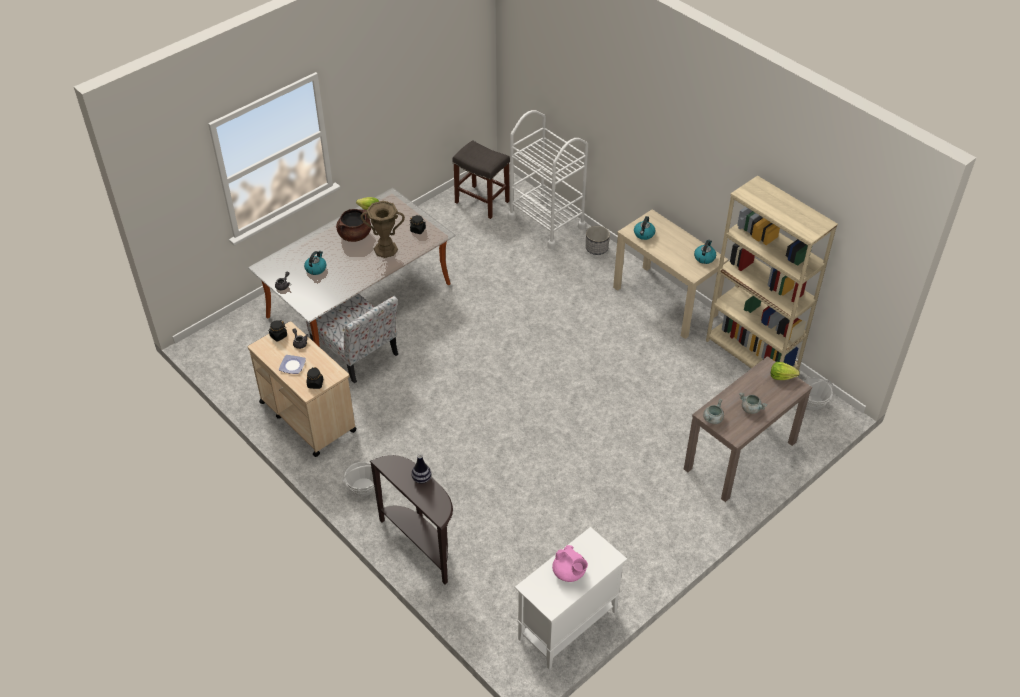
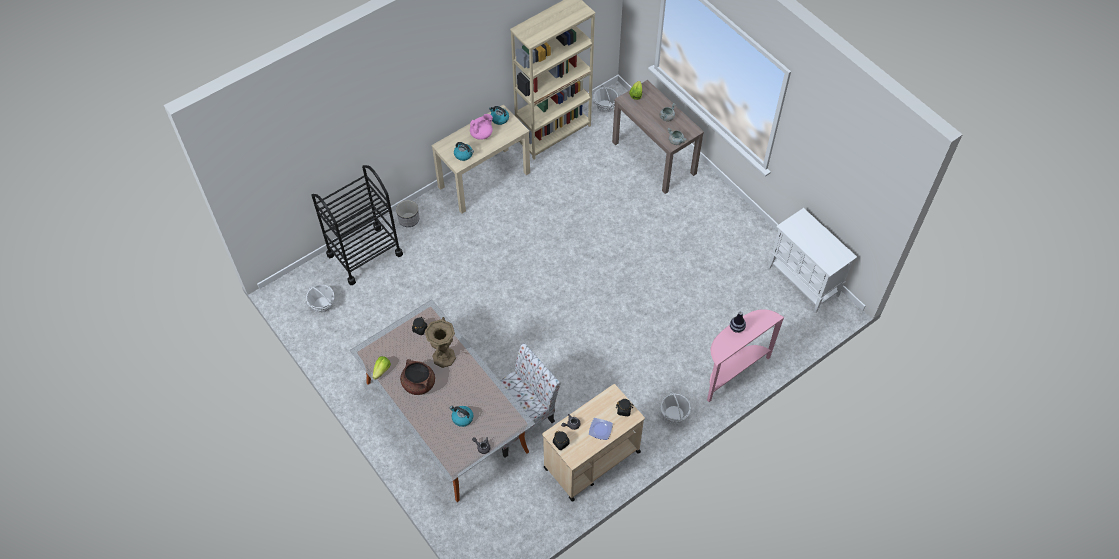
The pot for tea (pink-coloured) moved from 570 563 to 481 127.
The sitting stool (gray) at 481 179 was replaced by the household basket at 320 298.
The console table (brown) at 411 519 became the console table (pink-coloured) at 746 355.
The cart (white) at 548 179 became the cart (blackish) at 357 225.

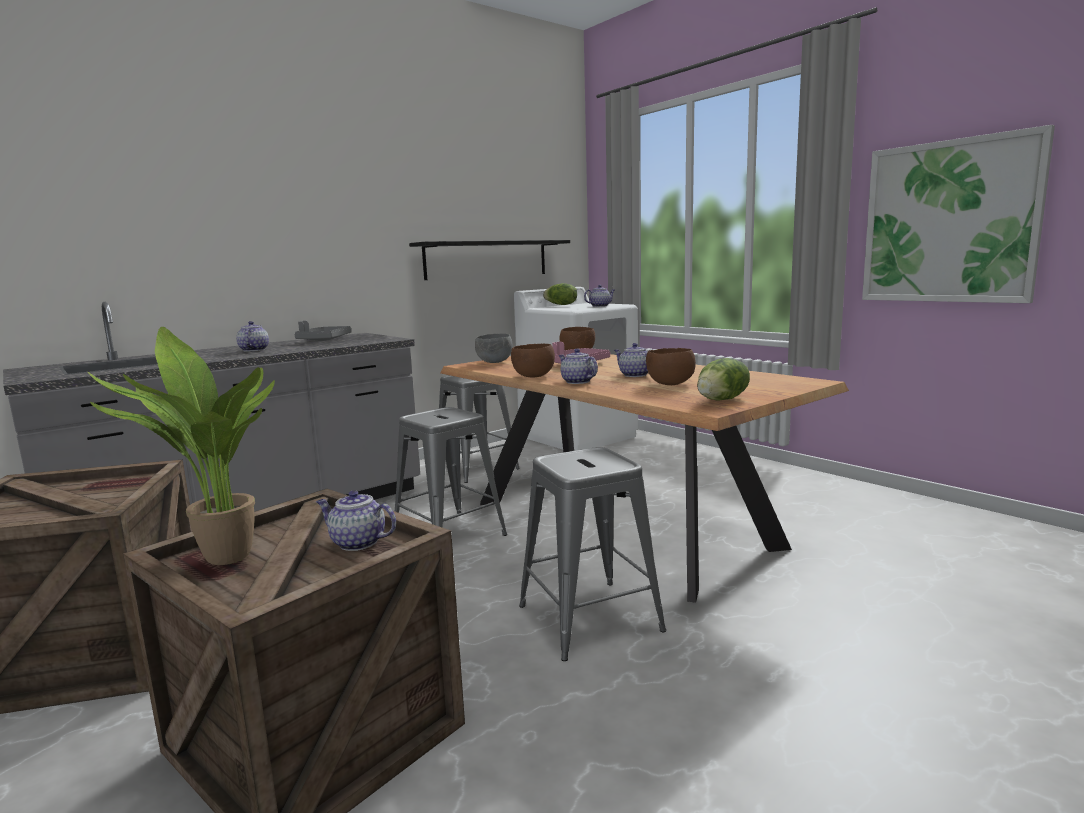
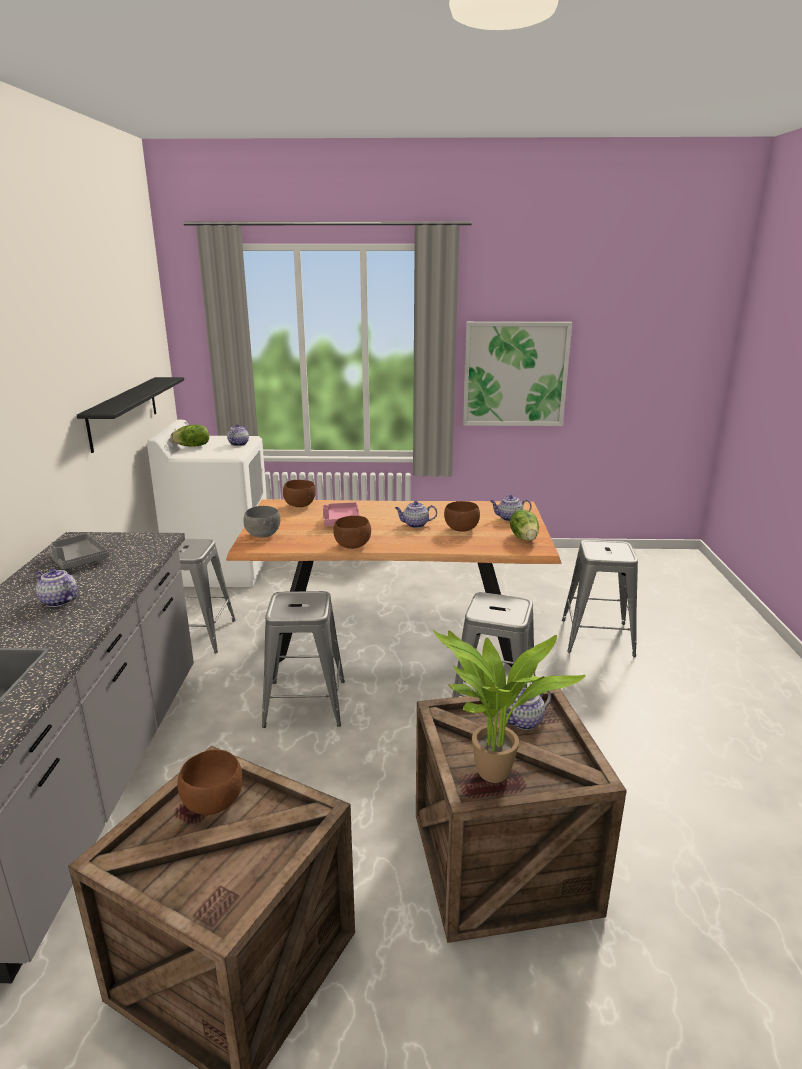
The bowl (brown) at 209 782 appeared.
The sitting stool (gray) at 600 598 appeared.
The pot for tea moved from 578 366 to 511 508.

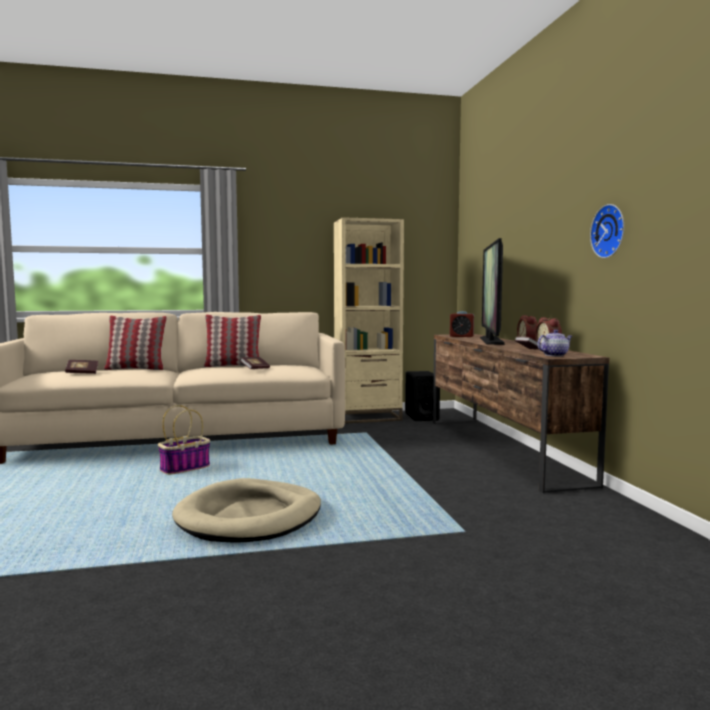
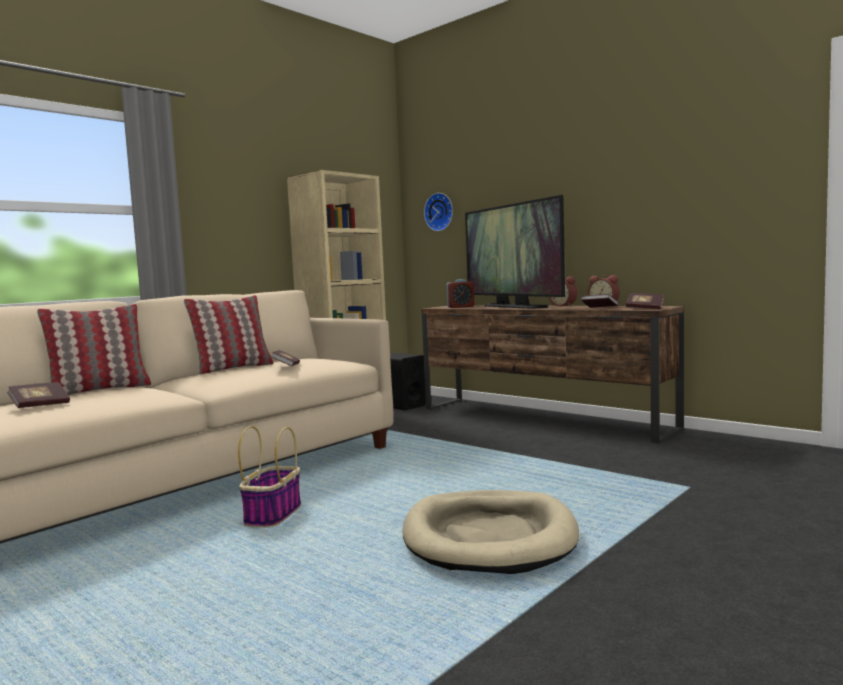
The wall clock moved from 607 231 to 438 212.
The pot for tea at 554 343 was replaced by the volume at 645 301.

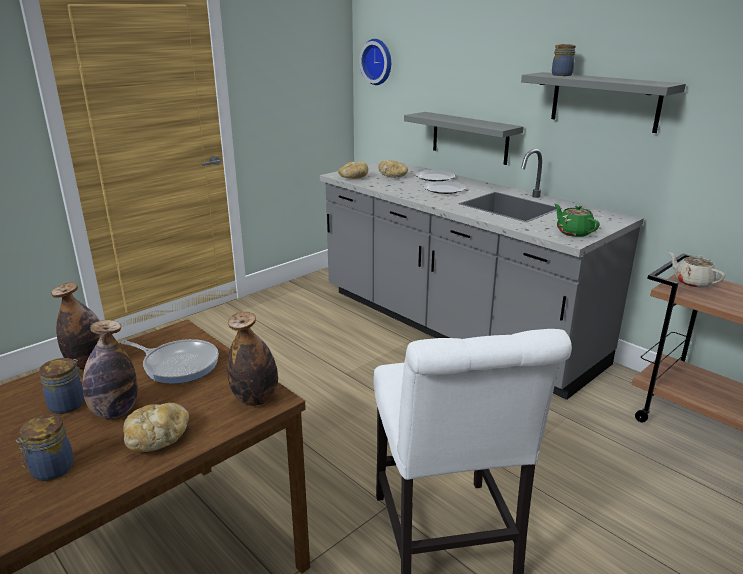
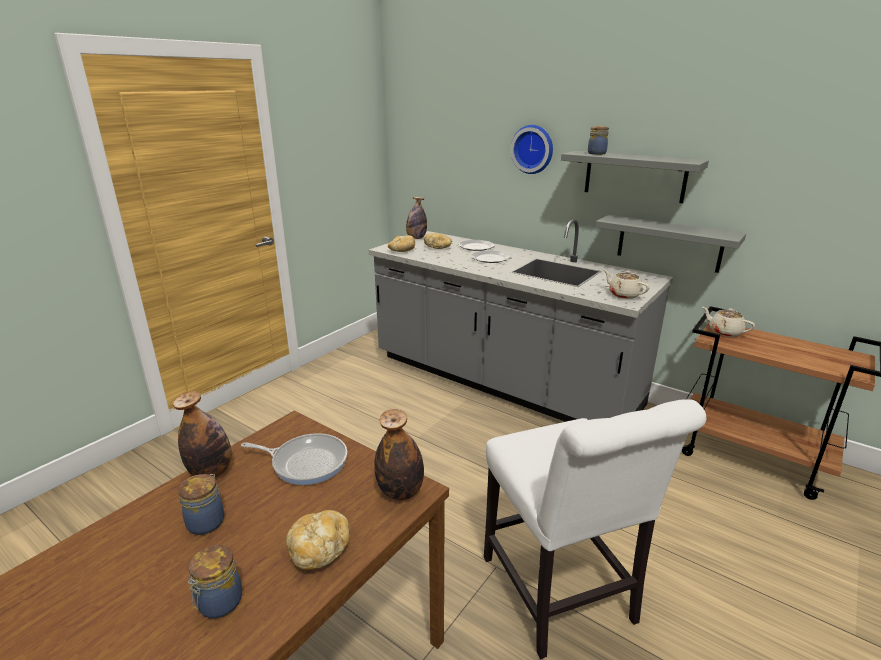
The bottle moved from 110 369 to 416 218.
The wall clock moved from 375 62 to 532 149.
The bracket shelf (gray) moved from 464 138 to 671 244.
The pot for tea (greenish) at 577 220 became the pot for tea (beige) at 627 284.

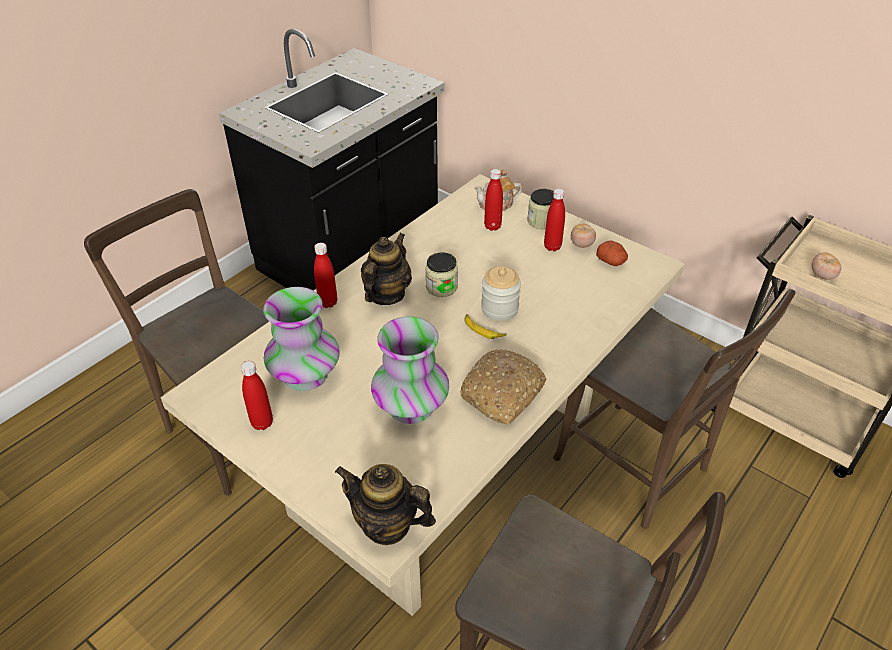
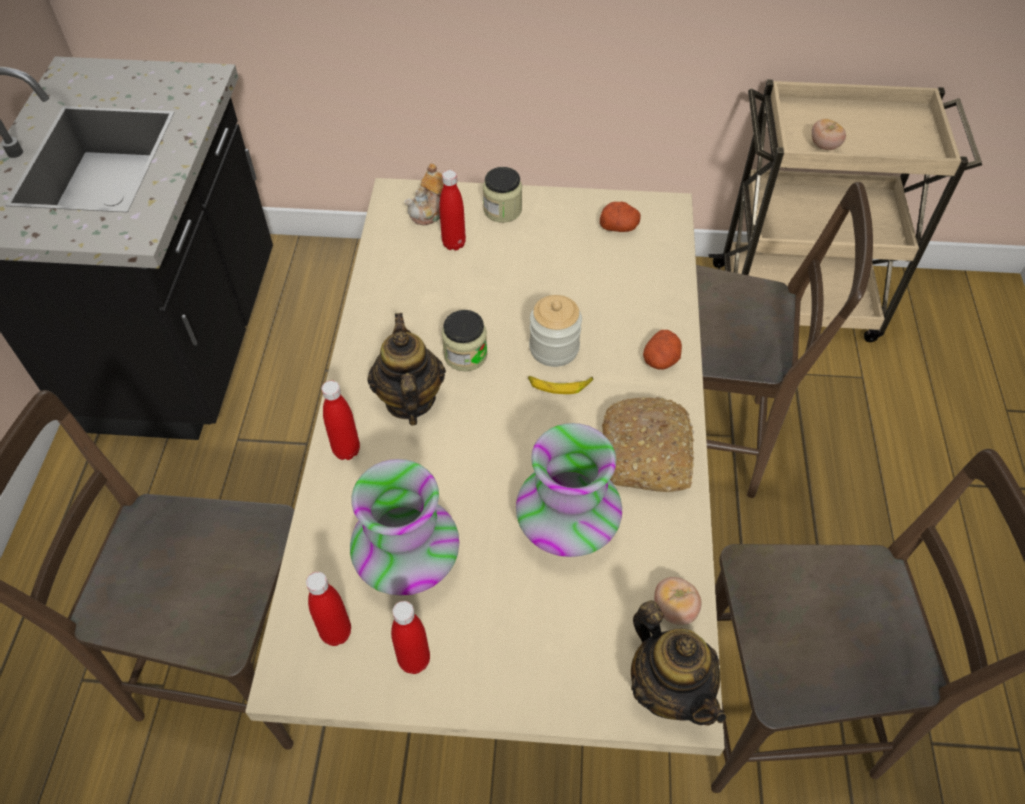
The spud at 662 350 appeared.
The bottle (red) moved from 554 219 to 328 609.
The whole tomato moved from 583 236 to 678 601.
The pot for tea at 385 504 turned 105 degrees counterclockwise.

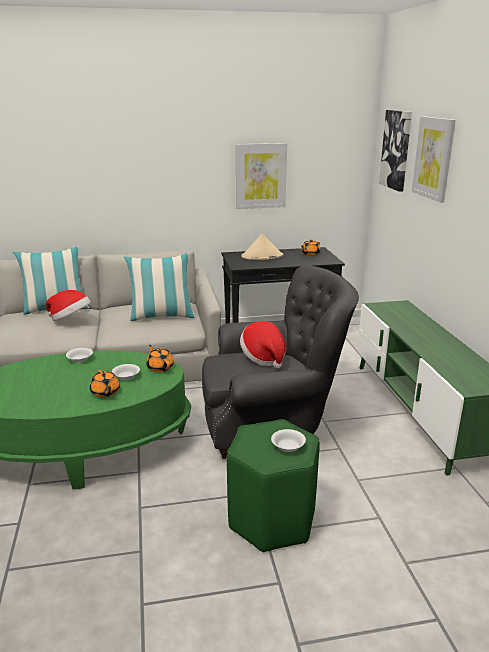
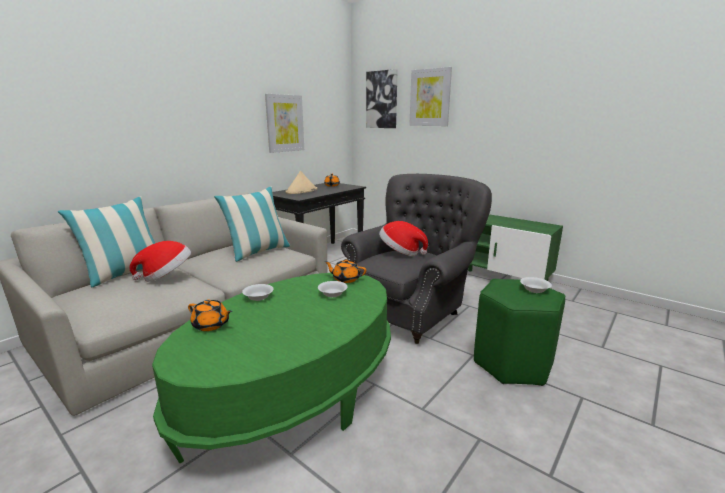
The pot for tea (orange-coloured) moved from 105 383 to 210 315.

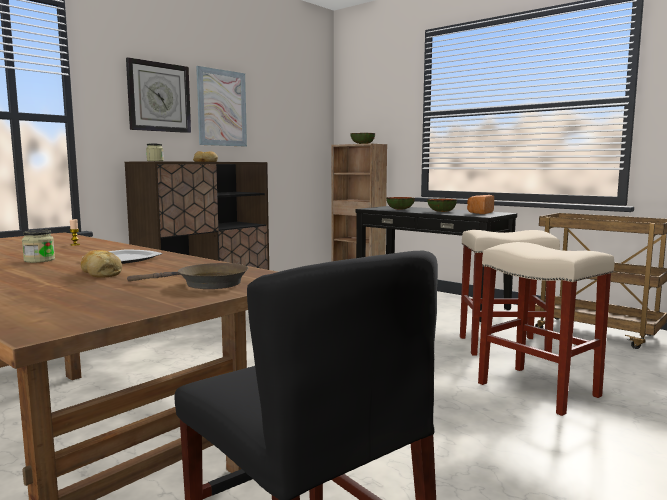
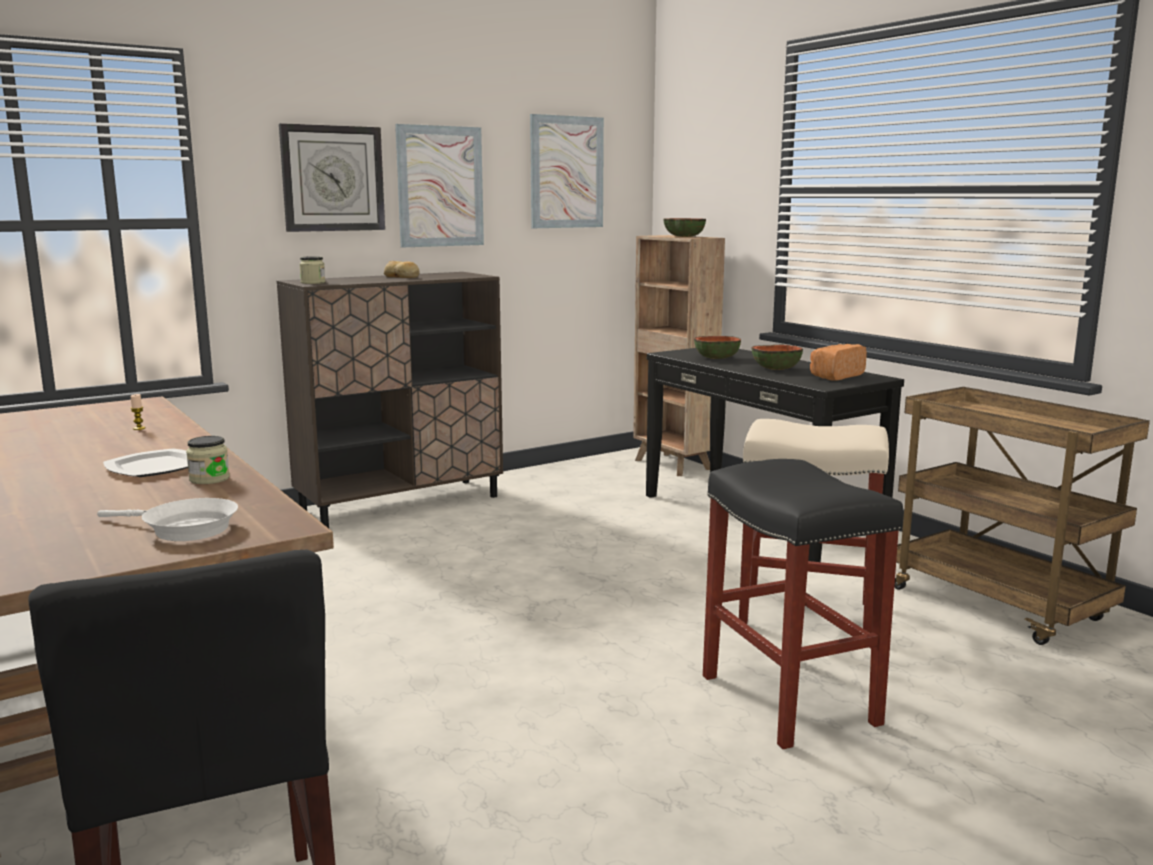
The bread at 101 264 disappeared.
The wall picture at 567 171 appeared.
The storage jar moved from 38 246 to 208 460.
The pan (brown) at 187 276 became the pan (white) at 167 519.
The sitting stool (beige) at 546 329 became the sitting stool (blackish) at 803 604.

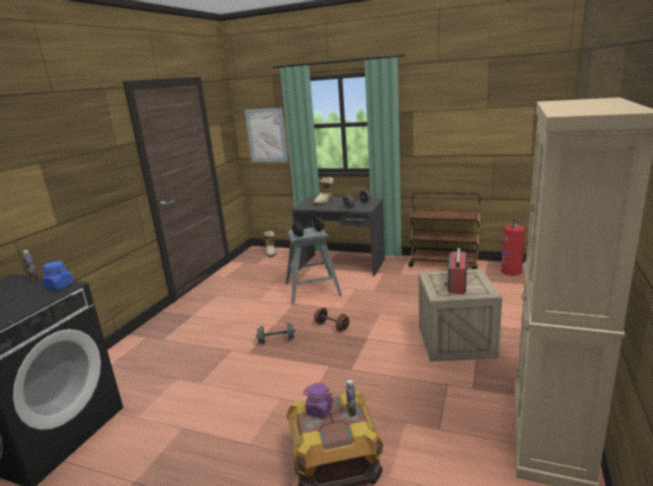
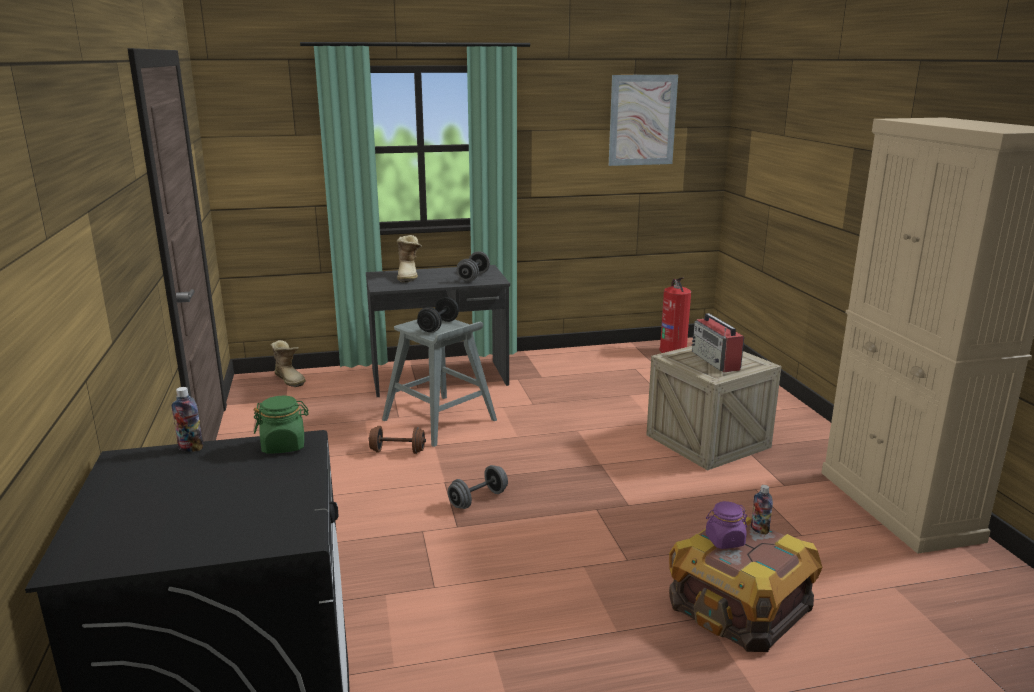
The cart (brown) at 444 230 disappeared.
The wall picture moved from 266 135 to 643 120.
The hand weight (brown) moved from 331 319 to 397 440.
The storage jar (bluish) at 58 275 became the storage jar (greenish) at 281 424.

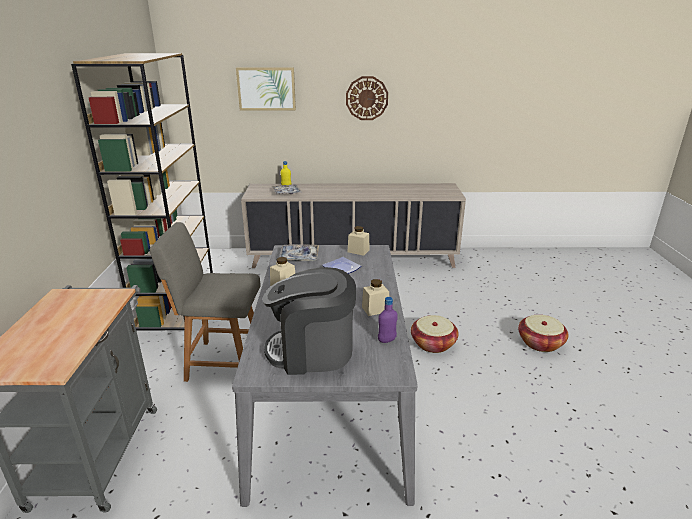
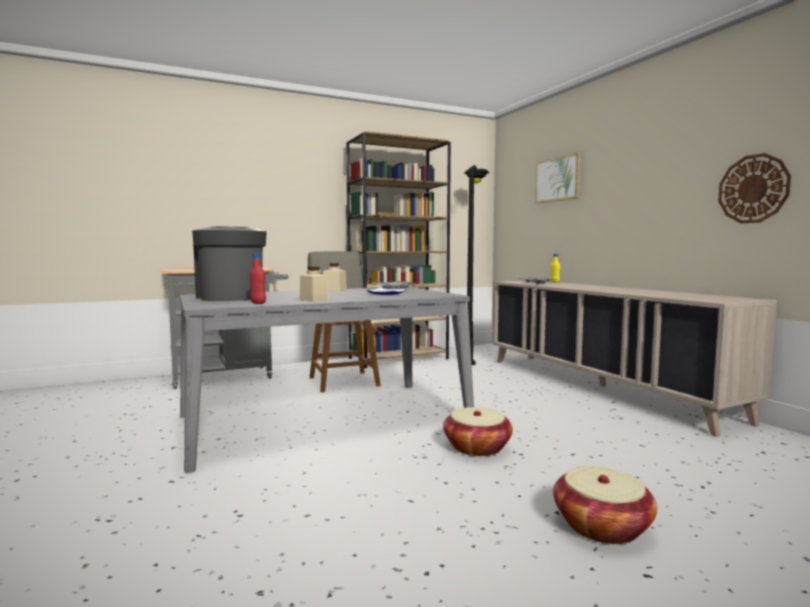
The storage jar (beige) at 358 241 disappeared.
The standing lamp (blackish) at 476 265 appeared.
The wall clock moved from 367 98 to 754 188.
The bottle (purplish) at 388 320 became the bottle (red) at 258 279.

